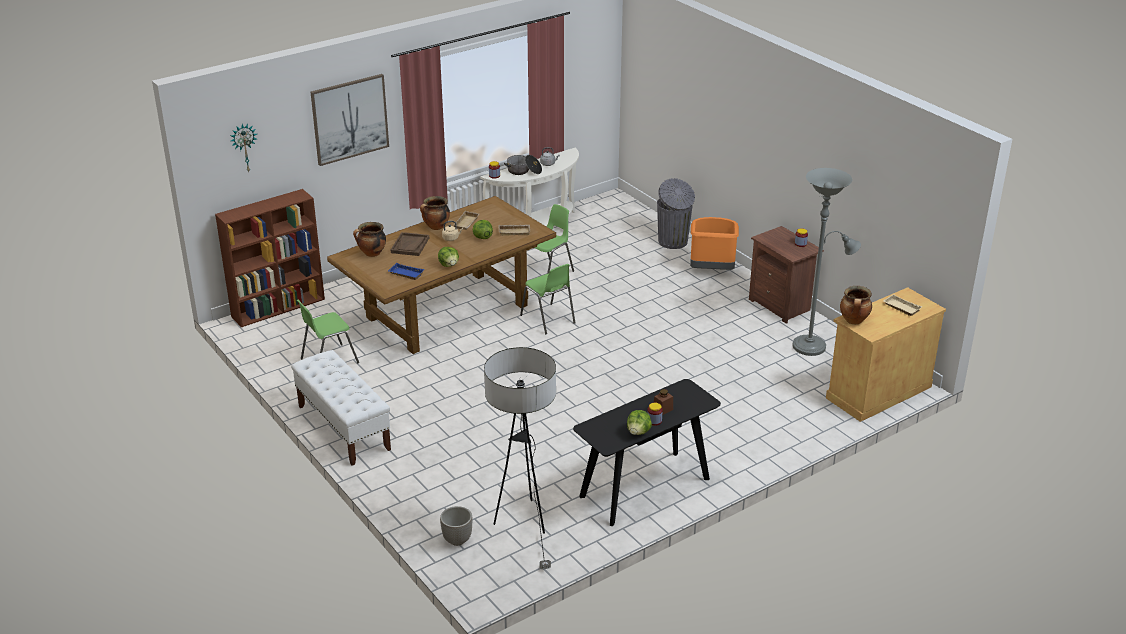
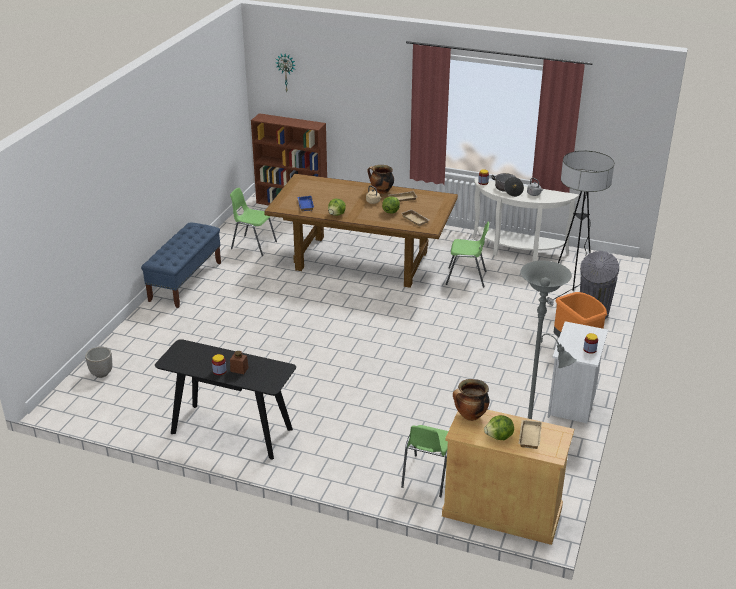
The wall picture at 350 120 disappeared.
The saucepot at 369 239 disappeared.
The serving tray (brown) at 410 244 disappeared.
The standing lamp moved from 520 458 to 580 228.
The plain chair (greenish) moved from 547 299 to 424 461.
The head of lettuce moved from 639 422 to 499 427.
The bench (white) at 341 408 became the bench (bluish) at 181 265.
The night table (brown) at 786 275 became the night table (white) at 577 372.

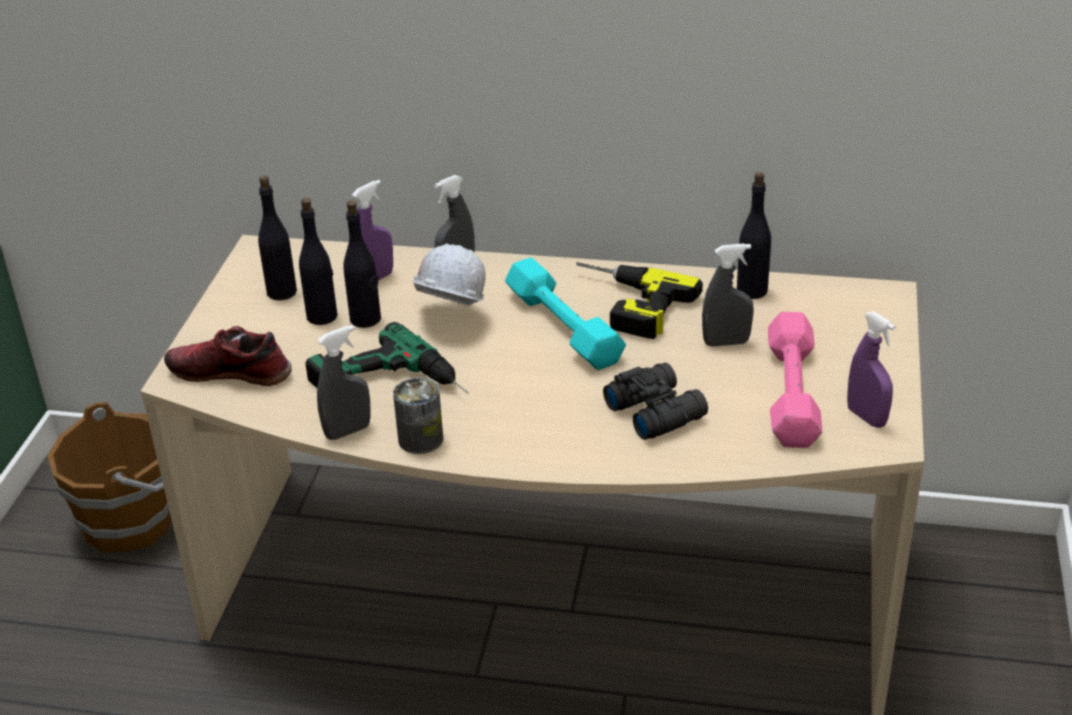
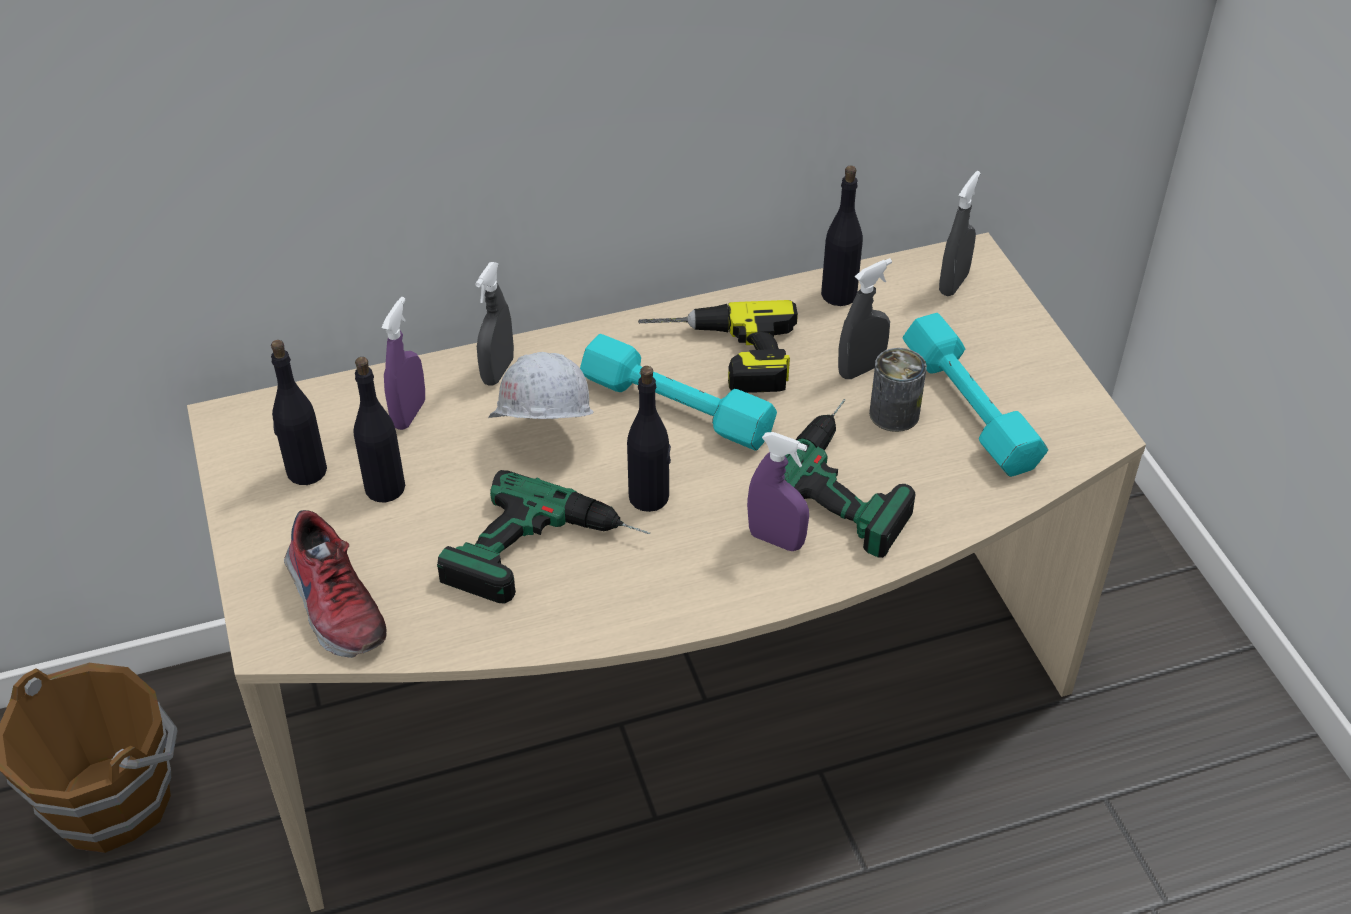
The spray bottle (gray) moved from 344 382 to 959 233.
The bottle (blackish) moved from 362 264 to 649 439.
The sealed can moved from 418 415 to 898 390.
The spray bottle (purplish) moved from 871 369 to 778 491.
The binoculars (blackish) at 655 401 was replaced by the power drill at 850 478.
The hand weight (pink-coloured) at 795 380 became the hand weight (turquoise) at 975 395.
The low shoe at 227 356 turned 105 degrees counterclockwise.

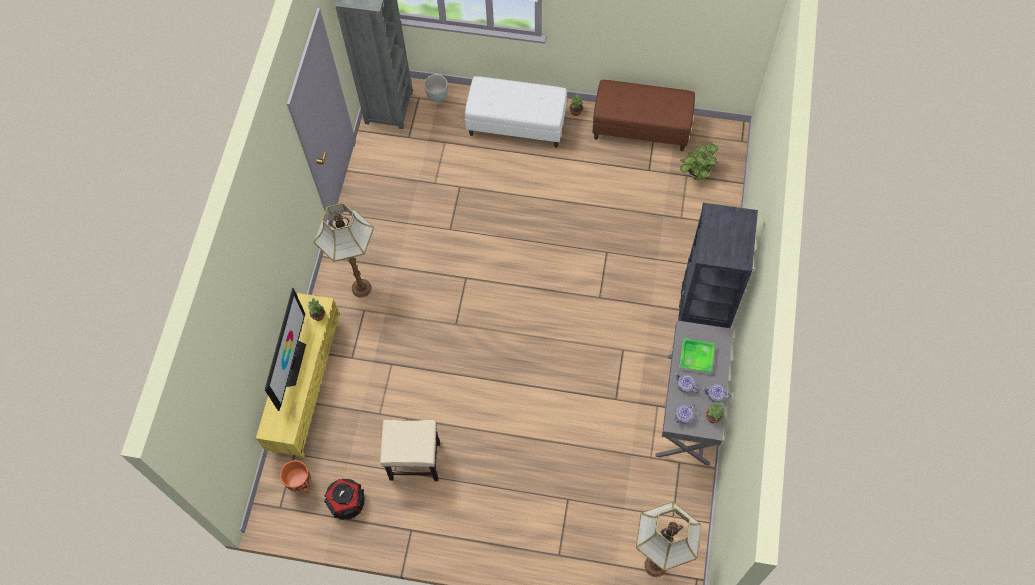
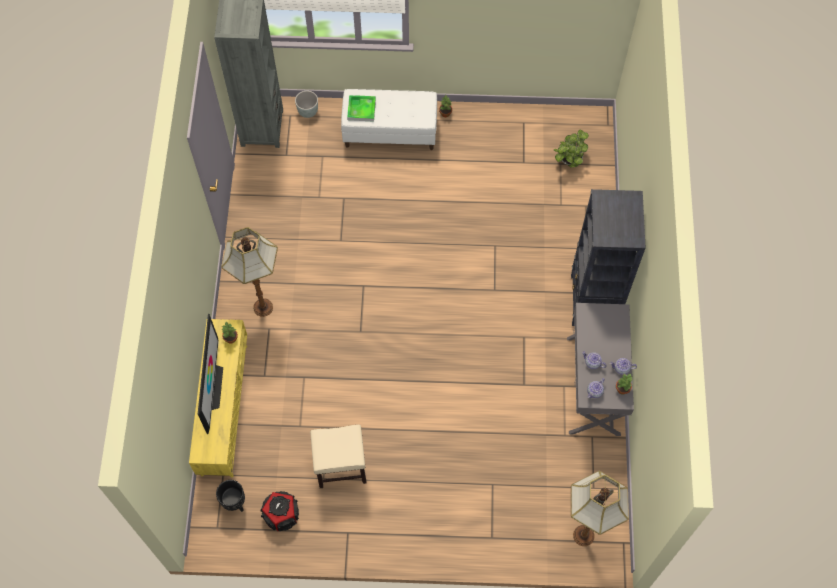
The bench (brown) at 643 115 disappeared.
The serving tray moved from 697 356 to 361 108.
The planter (orange-coloured) at 295 477 became the planter (blackish) at 230 496.

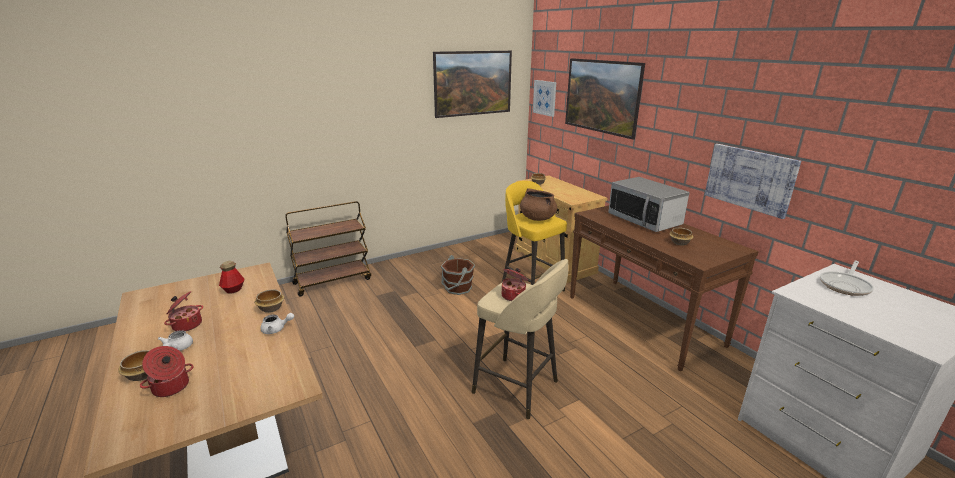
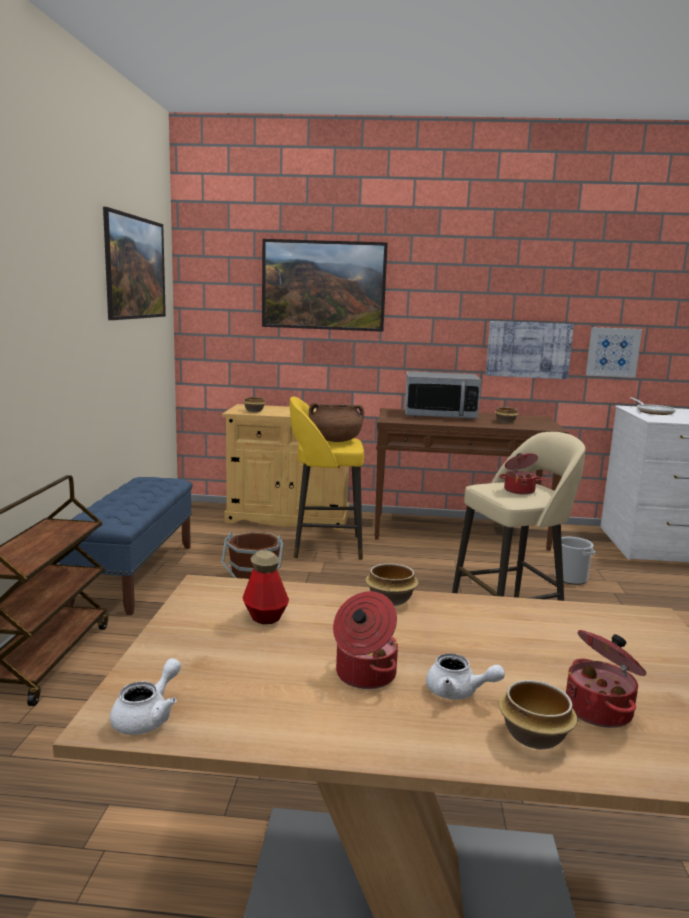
The bench (bluish) at 126 546 appeared.
The bucket at 575 561 appeared.
The pot for tea (white) moved from 277 323 to 145 696.
The wall picture moved from 544 98 to 614 352.

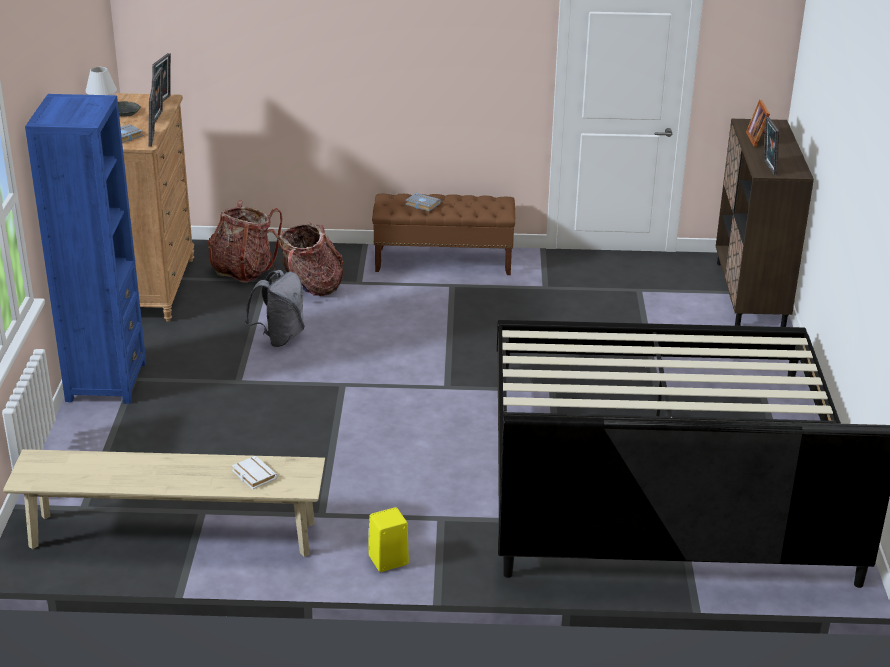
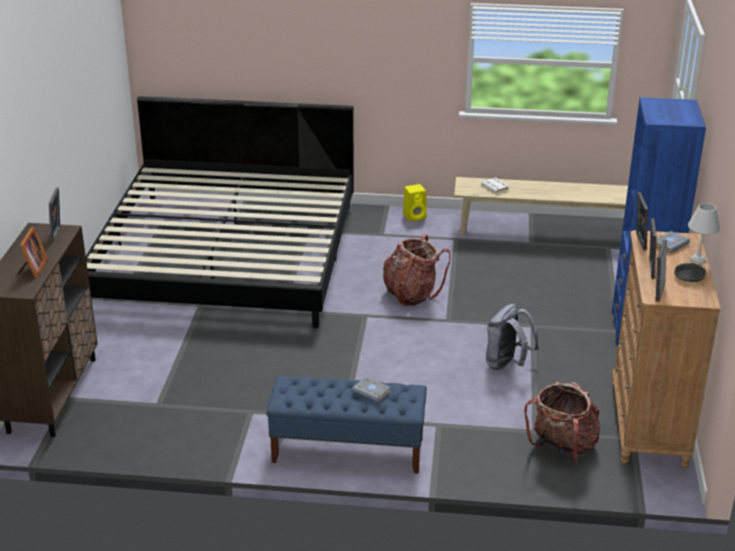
The backpack moved from 304 259 to 417 270.
The bench (brown) at 443 234 became the bench (bluish) at 346 425.

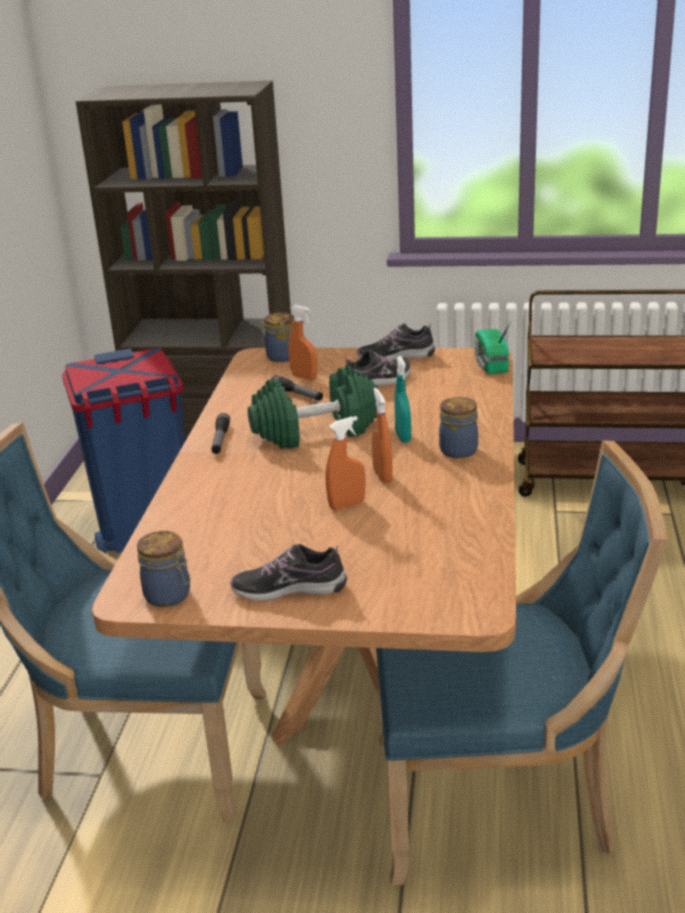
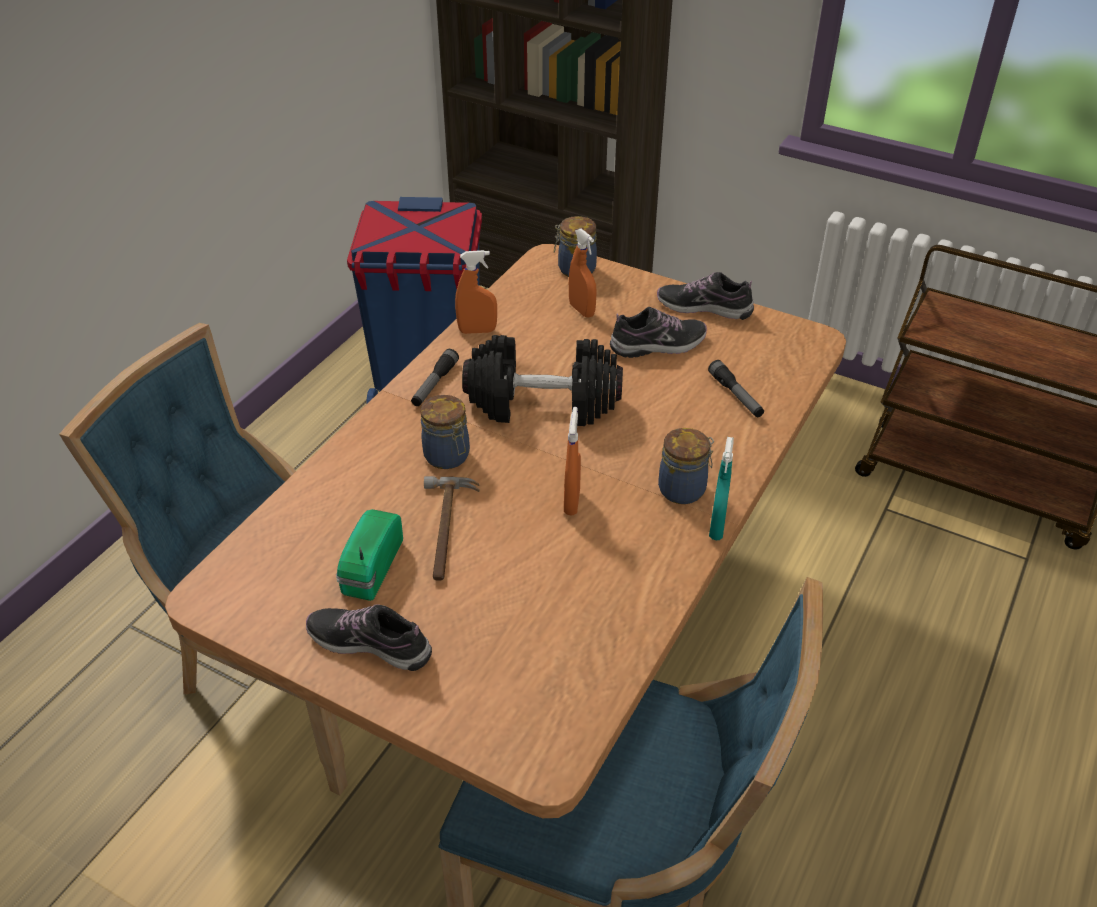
The hand hammer at 452 528 appeared.
The storage jar moved from 164 569 to 445 432.
The hand torch moved from 297 388 to 736 388.
The spray bottle (orange-coloured) moved from 346 463 to 476 292.
The spray bottle (turquoise) moved from 402 399 to 721 488.
The radio receiver moved from 493 347 to 369 555.
The hand weight (greenish) at 313 407 became the hand weight (blackish) at 542 380.

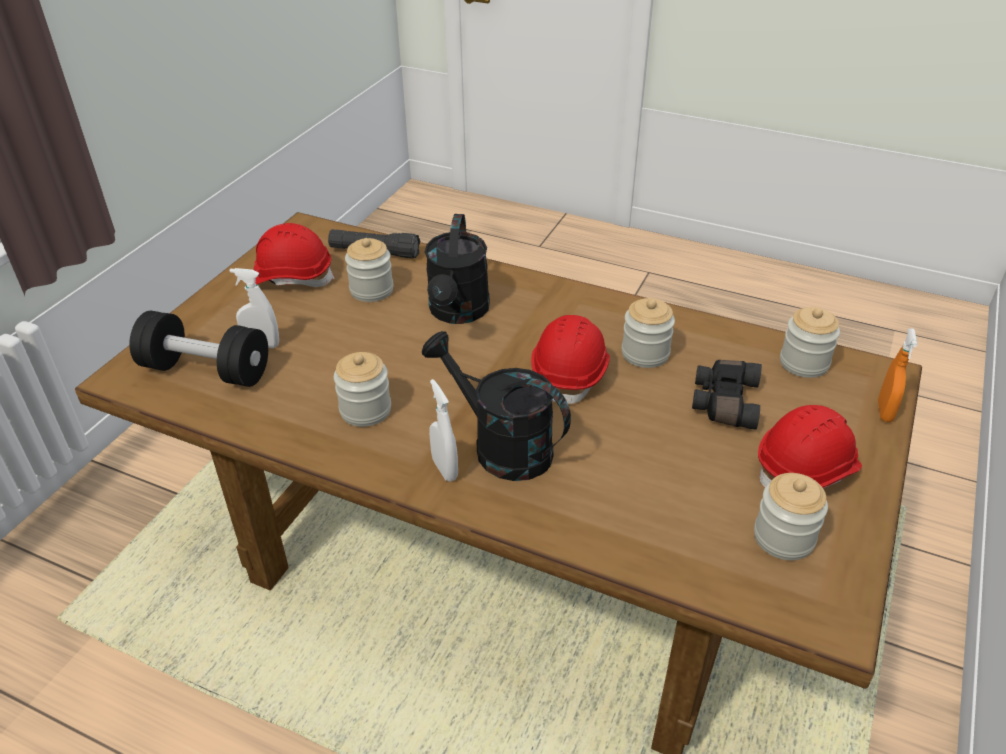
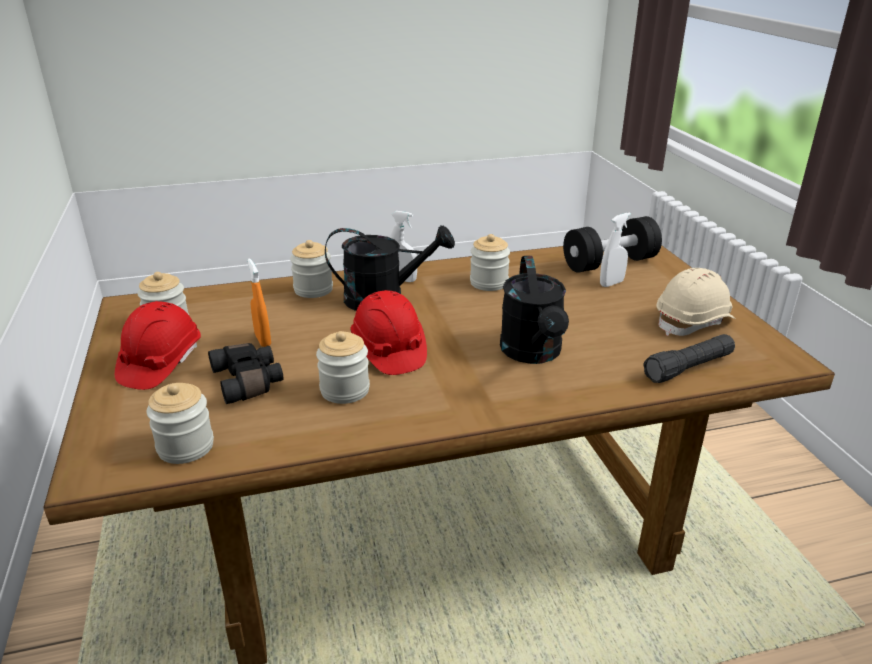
The storage jar moved from 369 270 to 311 269.
The spray bottle (orange-coloured) moved from 897 375 to 259 303.
The work helmet (red) at 294 255 became the work helmet (beige) at 696 302.
The watering can (blackish) at 457 269 turned 150 degrees counterclockwise.

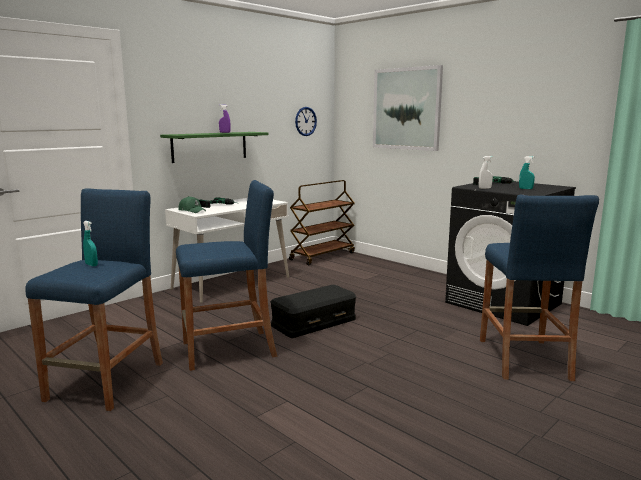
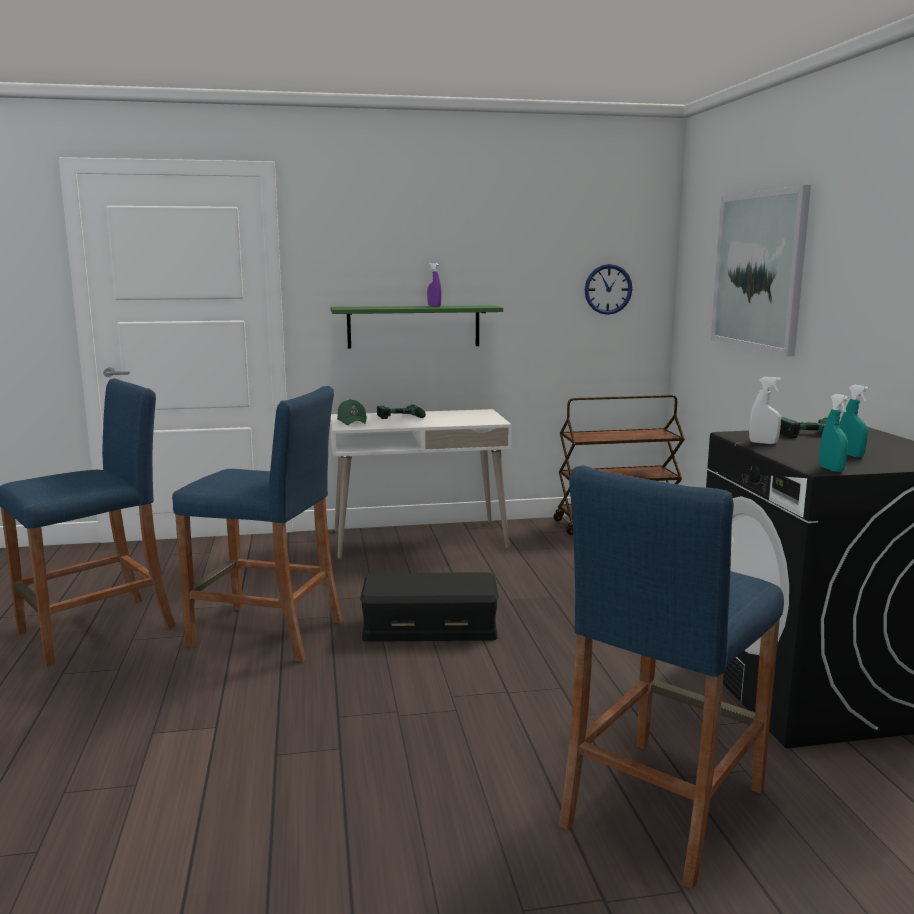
The spray bottle (turquoise) moved from 90 243 to 834 433.

